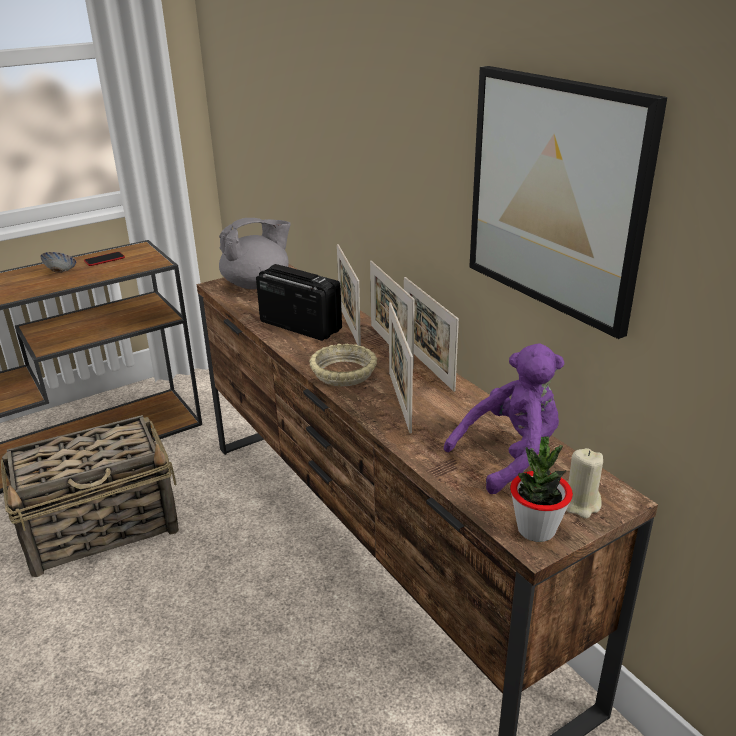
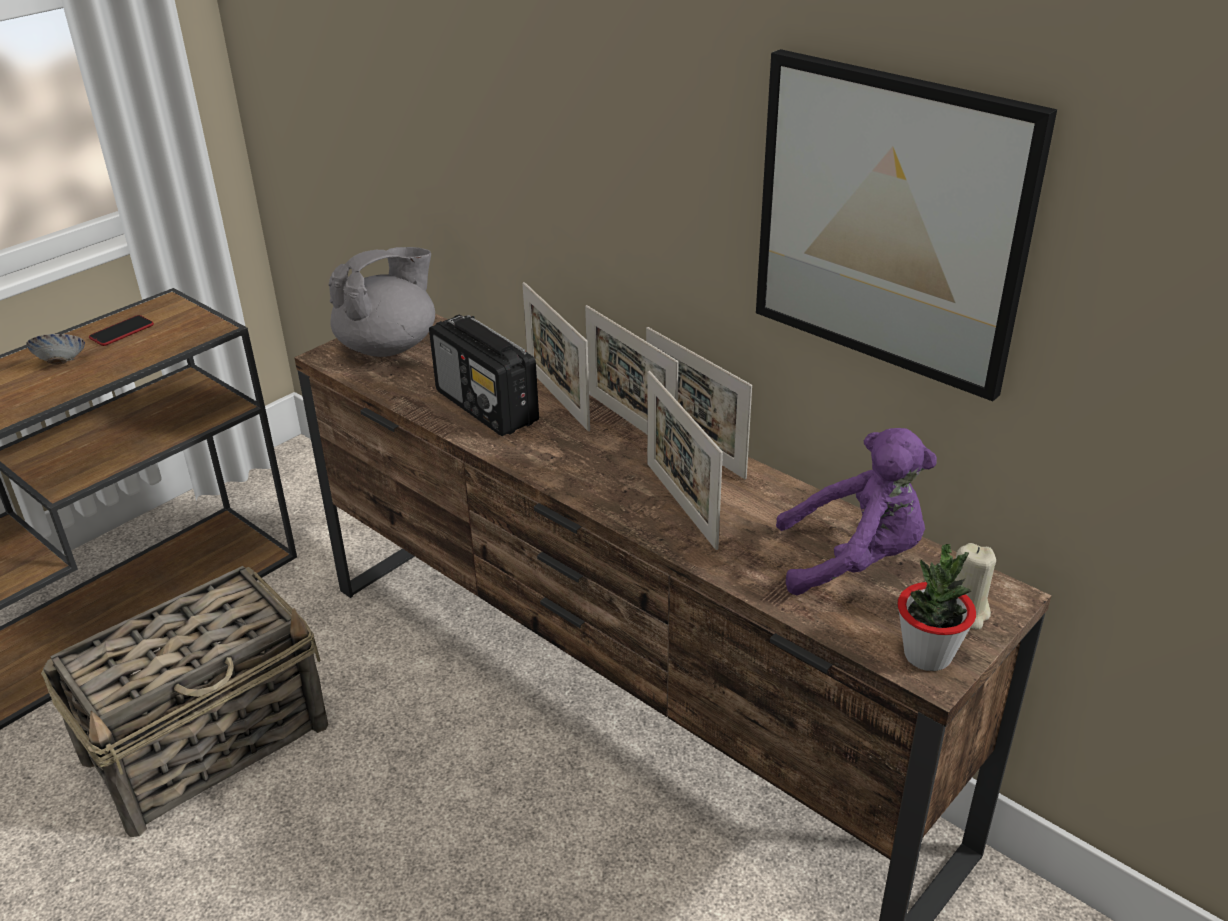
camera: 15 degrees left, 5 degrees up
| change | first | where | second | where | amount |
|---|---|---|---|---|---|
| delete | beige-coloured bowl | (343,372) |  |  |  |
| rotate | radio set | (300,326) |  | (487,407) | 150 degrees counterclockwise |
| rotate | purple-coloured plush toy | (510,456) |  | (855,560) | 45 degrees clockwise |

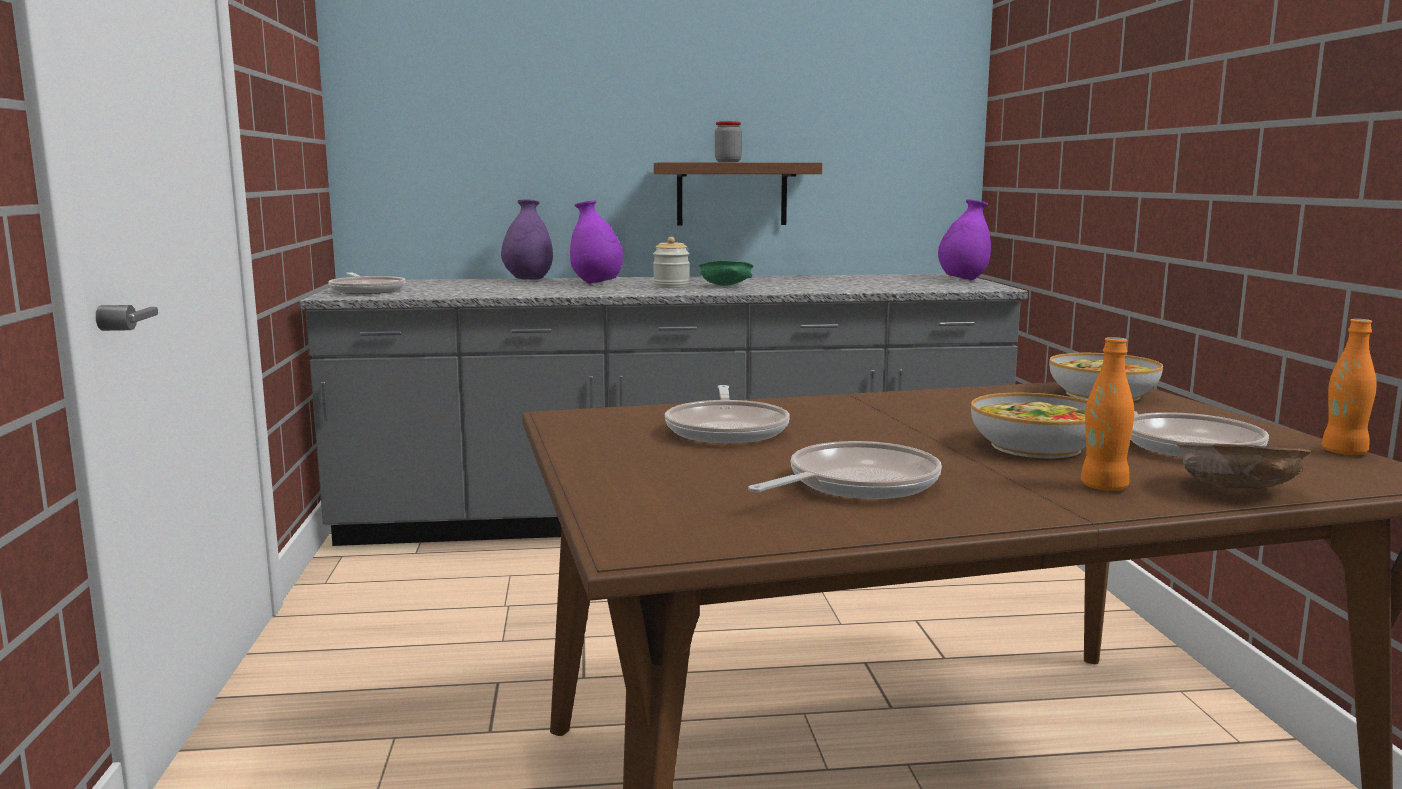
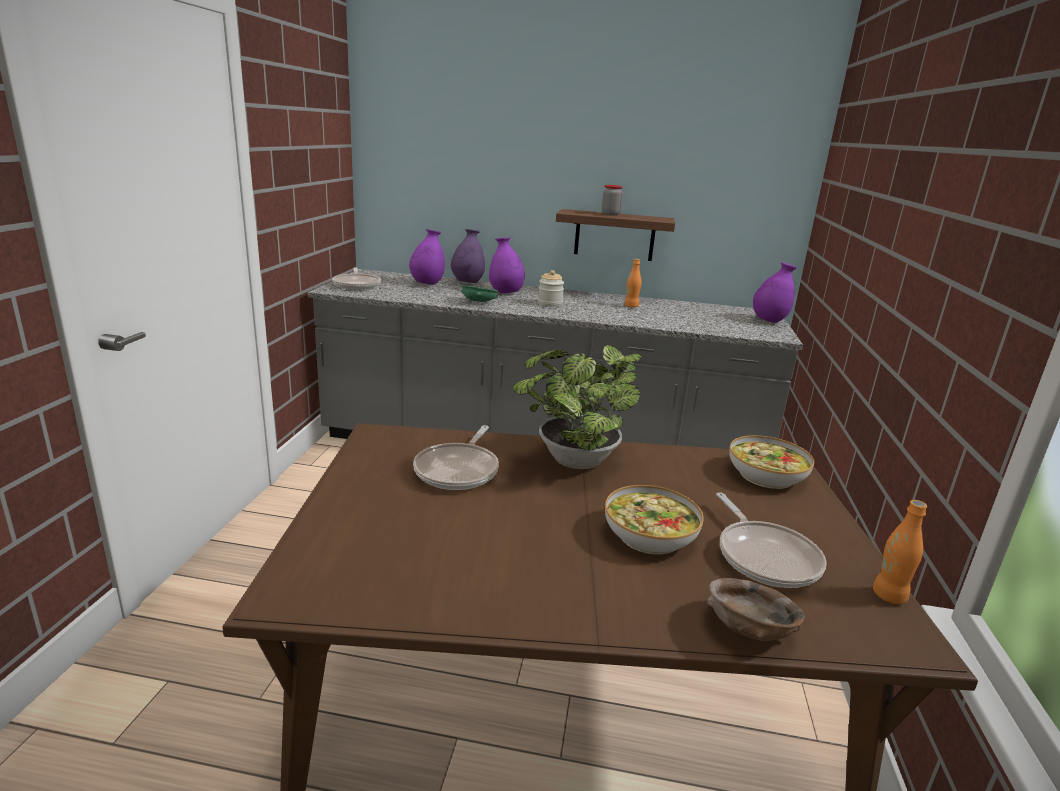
camera: 15 degrees right, 10 degrees up
| change | first | where | second | where | amount |
|---|---|---|---|---|---|
| delete | pan | (856,484) |  |  |  |
| insert |  |  | purple-coloured flower vase | (427,284) |  |
| insert |  |  | houseplant | (573,462) |  |
| move | green-coloured bowl | (726,286) |  | (479,302) |  |
| move | orange drink bottle | (1103,487) |  | (631,306) |  |

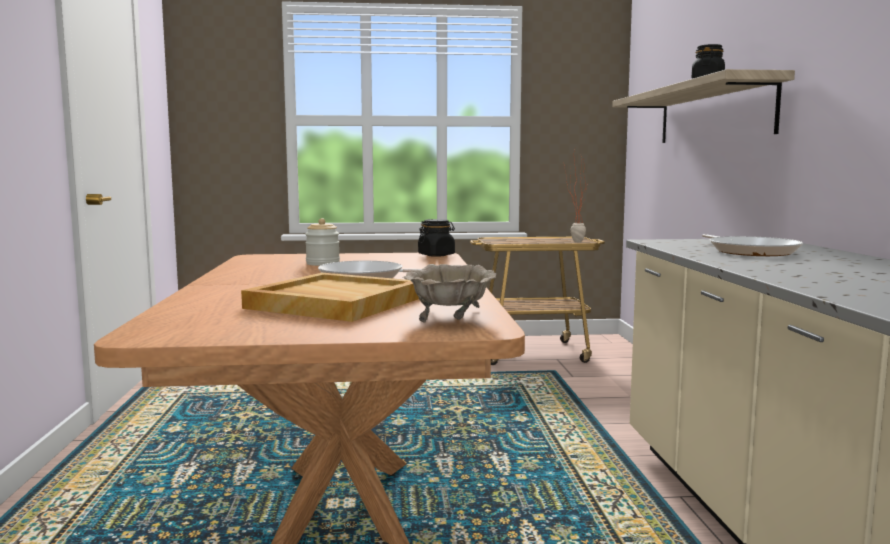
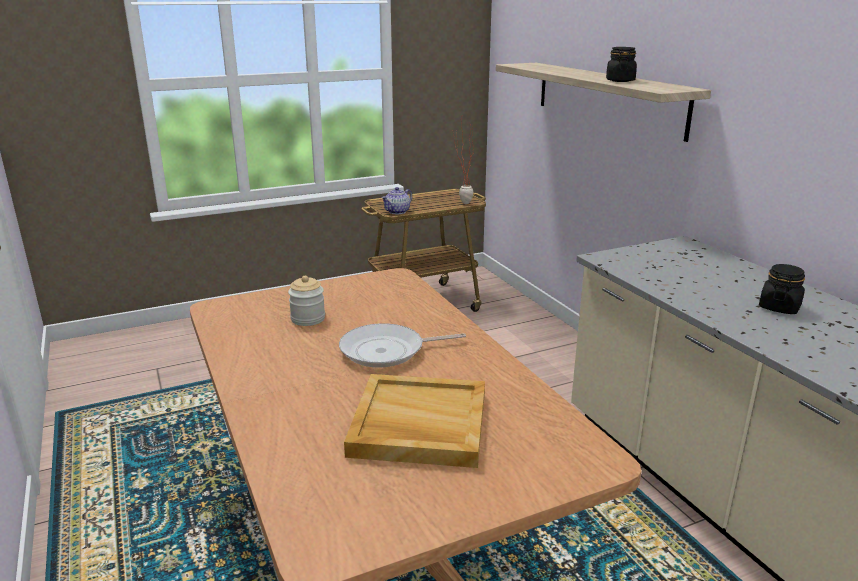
camera: 20 degrees left, 15 degrees up
| change | first | where | second | where | amount |
|---|---|---|---|---|---|
| delete | beige-coloured bowl | (450,316) |  |  |  |
| delete | pan | (750,251) |  |  |  |
| insert |  |  | teapot | (397,211) |  |
| move | black-coloured jar | (436,255) |  | (779,307) |  |

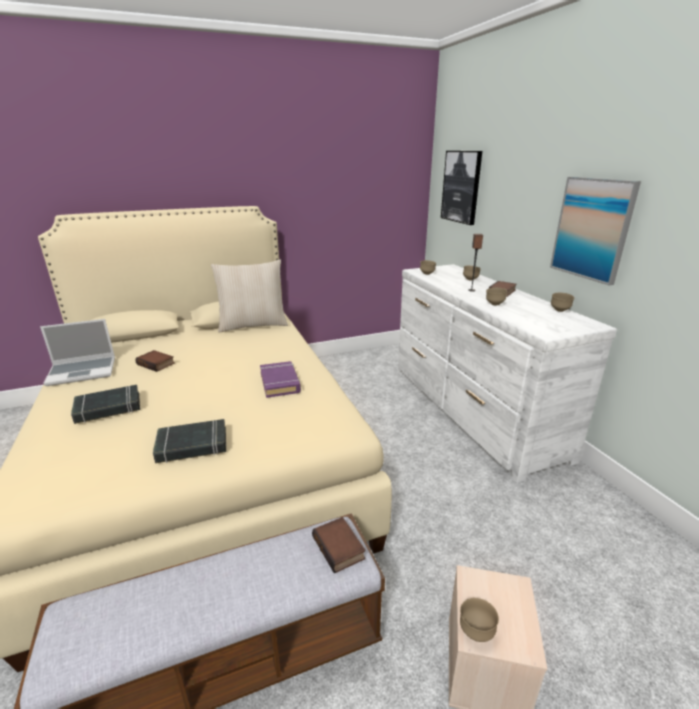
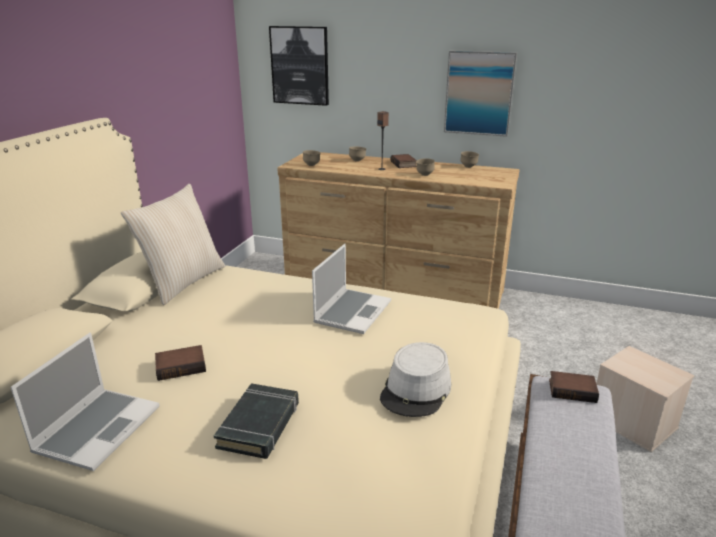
camera: 50 degrees left, 0 degrees up
| change | first | where | second | where | amount |
|---|---|---|---|---|---|
| delete | brownish bowl | (476,631) |  |  |  |
| replace | black-coloured bound book | (192,446) | greyish hat | (416,390) |  |
| replace | purple-coloured bound book | (280,382) | notebook computer | (352,312) |  |
| recolor | whitish chest of drawers | (471,409) | brownish chest of drawers | (394,288) |  |

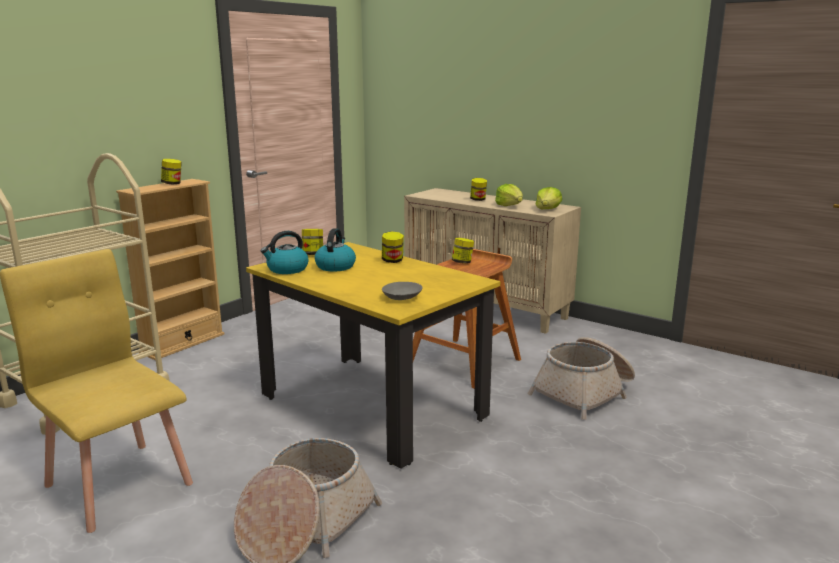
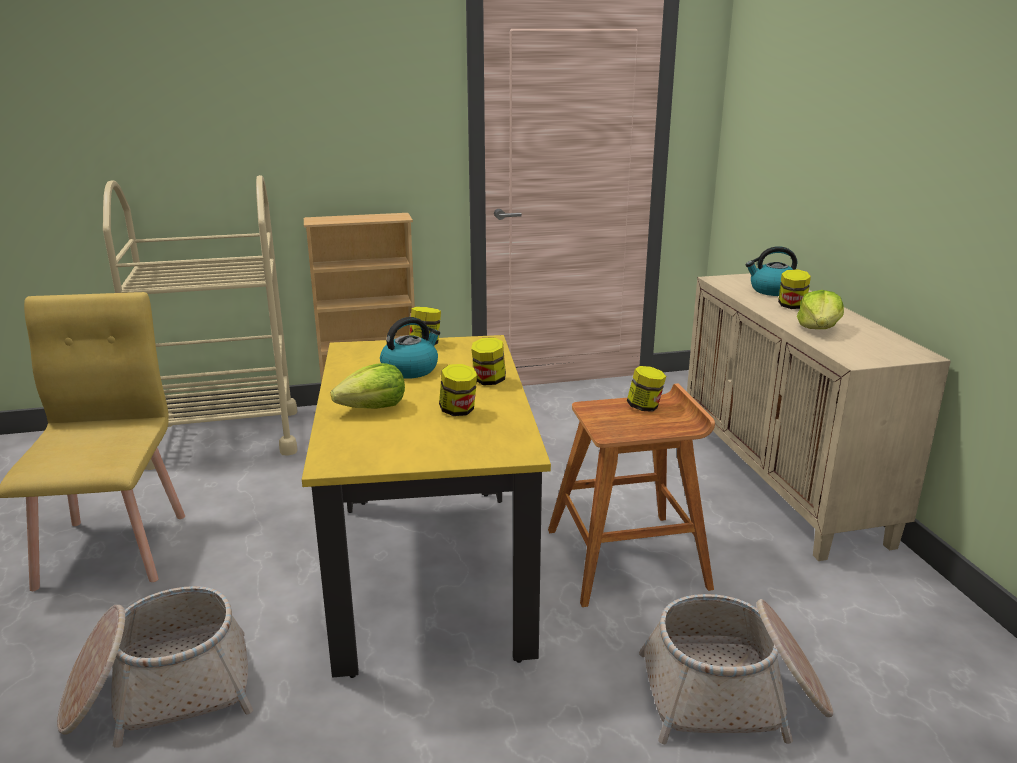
camera: 40 degrees right, 5 degrees up
| change | first | where | second | where | amount |
|---|---|---|---|---|---|
| delete | greyish bowl | (401,298) |  |  |  |
| move | jar | (172,184) |  | (458,411) |  |
| move | water kettle | (287,269) |  | (772,291) |  |
| move | head of lettuce | (547,209) |  | (373,408) |  |

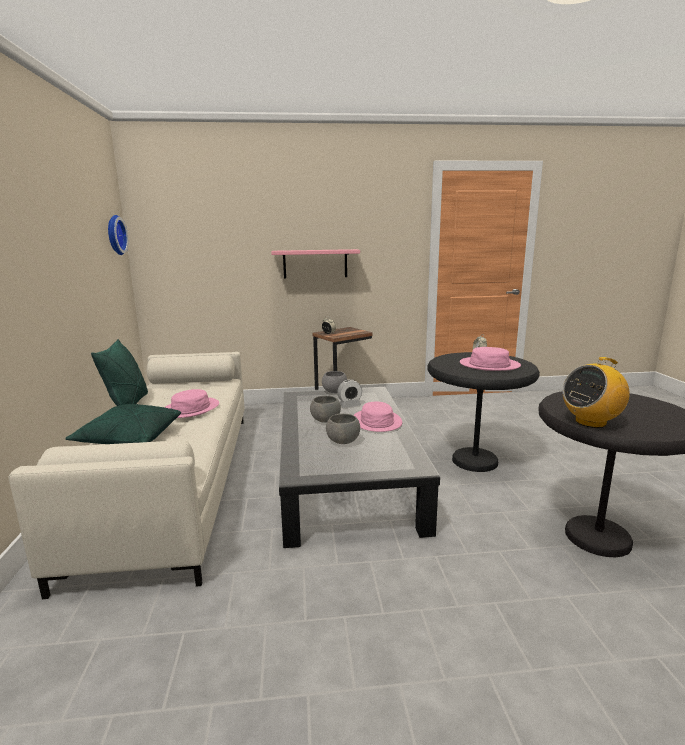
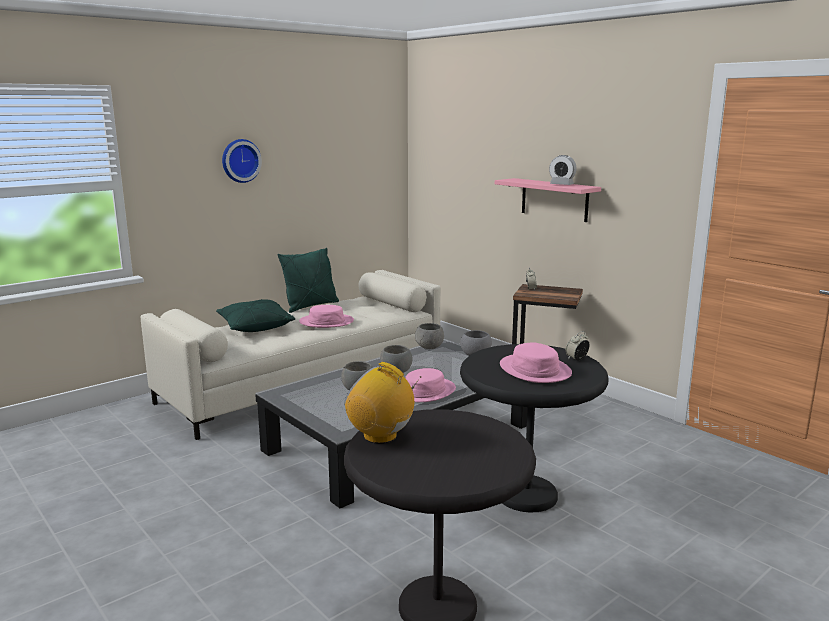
camera: 55 degrees right, 0 degrees up
| change | first | where | second | where | amount |
|---|---|---|---|---|---|
| insert |  |  | greyish bowl | (430,347) |  |
| move | wall clock | (114,235) |  | (240,160) |  |
| move | bedside clock | (349,405) |  | (561,184) |  |

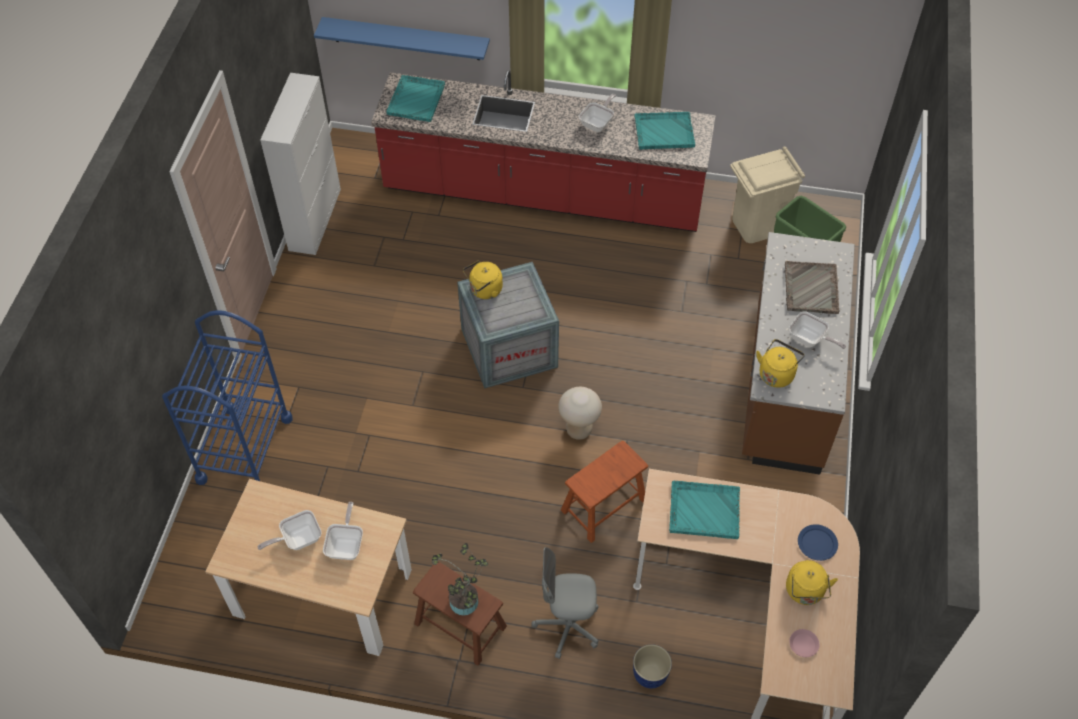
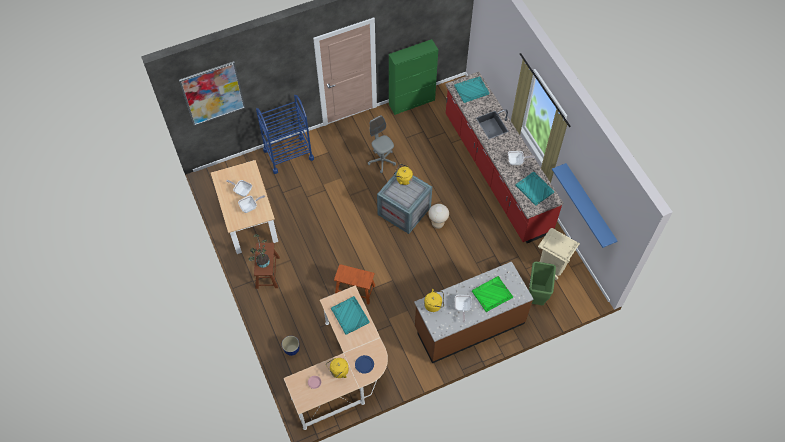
camera: 55 degrees right, 5 degrees up
| change | first | where | second | where | amount |
|---|---|---|---|---|---|
| insert |  |  | wall picture | (213,93) |  |
| move | bluish shelf | (406,38) |  | (589,205) |  |
| move | greyish computer chair | (567,626) |  | (382,161) |  |
| move | beige-coloured stool seat | (578,430) |  | (437,224) |  |
| recolor | whitish cupboard | (315,219) | green-coloured cupboard | (412,102) |  |
| recolor | greyish tray | (811,289) | green-coloured tray | (491,294) |  |

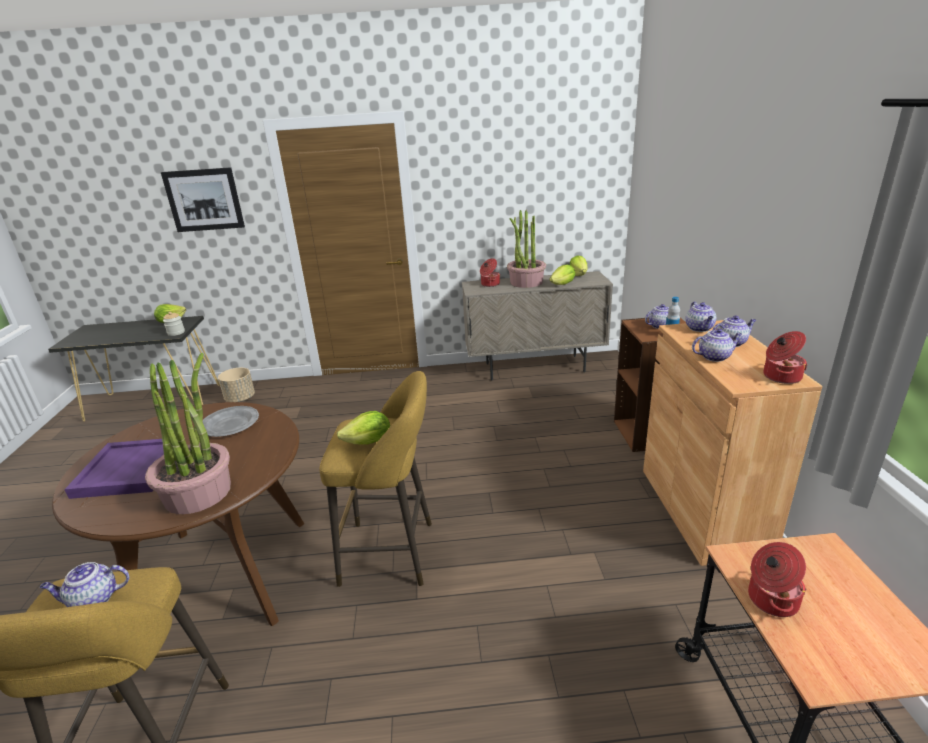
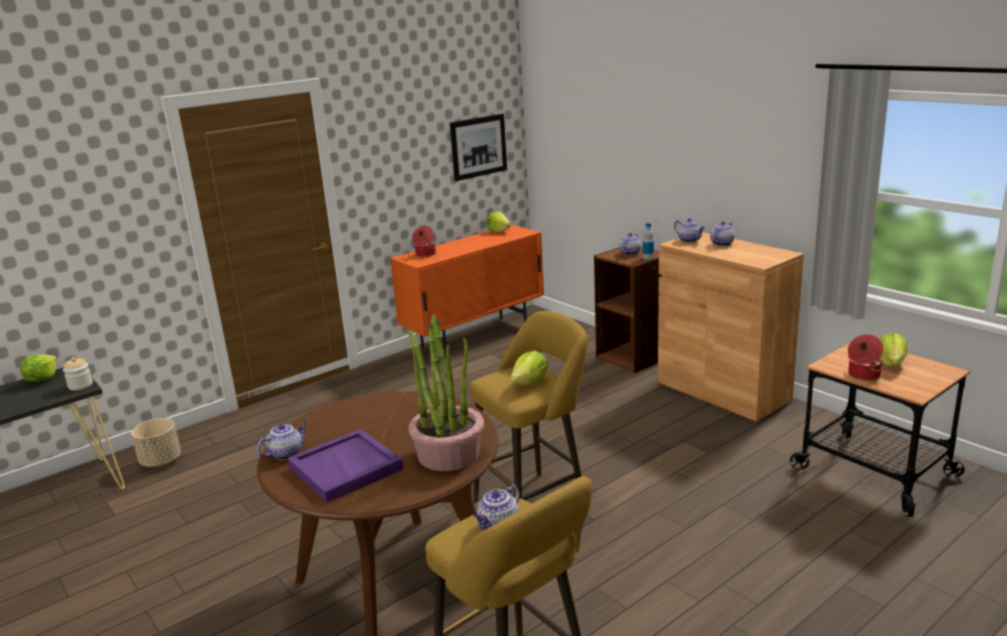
camera: 35 degrees left, 5 degrees down
| change | first | where | second | where | amount |
|---|---|---|---|---|---|
| delete | greyish dinner plate | (230,424) |  |  |  |
| delete | houseplant | (526,282) |  |  |  |
| delete | cooking pot | (780,376) |  |  |  |
| move | wall picture | (204,200) |  | (478,146) |  |
| move | head of lettuce | (563,284) |  | (891,363) |  |
| move | teapot | (714,357) |  | (286,453) |  |
| recolor | beige-coloured cupboard | (535,367) | orange cupboard | (475,337) |  |

